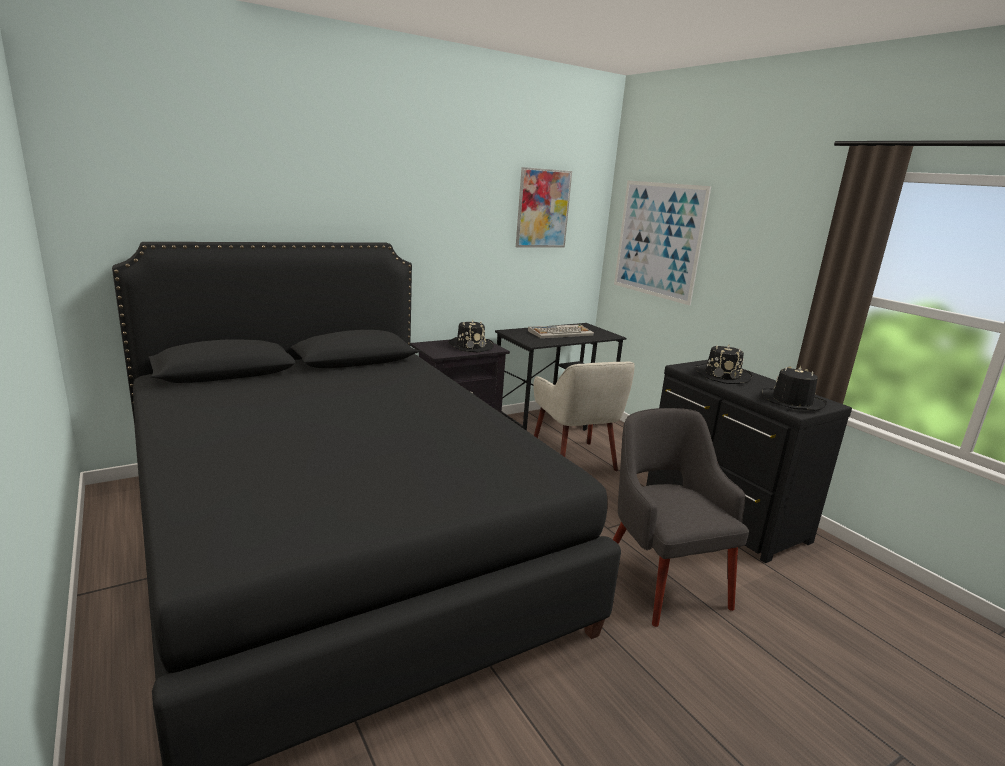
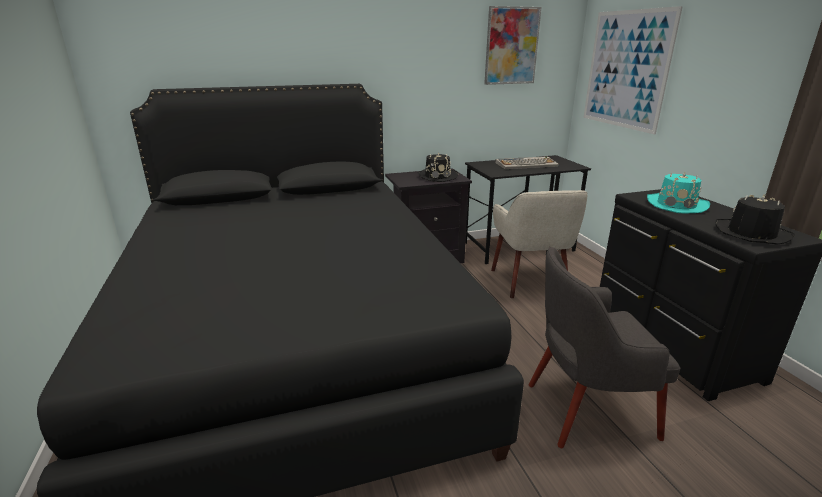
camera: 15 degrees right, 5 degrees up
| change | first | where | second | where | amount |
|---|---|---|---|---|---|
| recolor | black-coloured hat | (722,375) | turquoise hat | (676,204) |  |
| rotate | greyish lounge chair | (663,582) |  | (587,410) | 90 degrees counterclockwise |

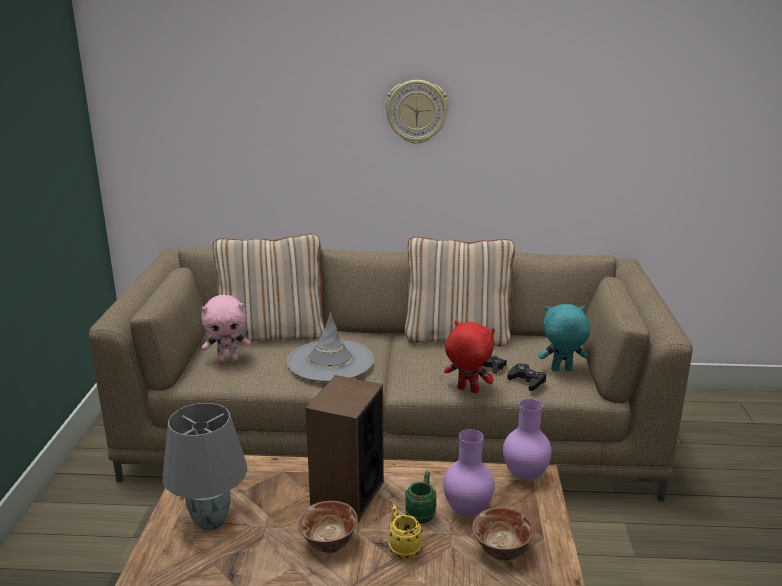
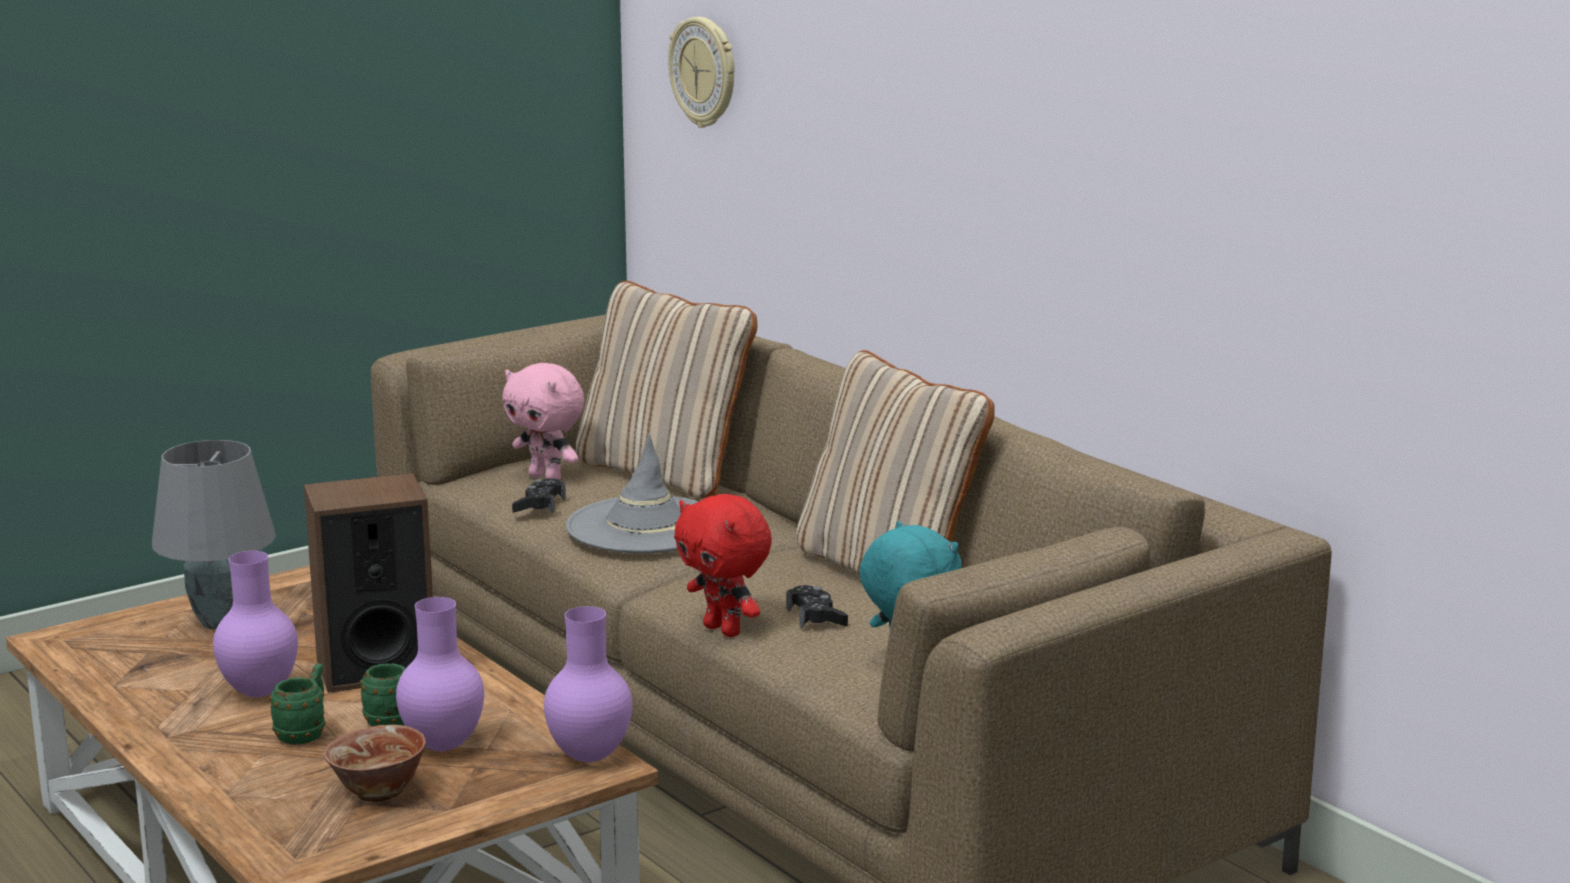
camera: 50 degrees right, 5 degrees down
| change | first | where | second | where | amount |
|---|---|---|---|---|---|
| move | wall clock | (416,111) |  | (704,72) |  |
| move | black-coloured gamepad | (527,381) |  | (539,505) |  |
| replace | bowl | (329,544) | purple-coloured flower vase | (260,693) |  |
| recolor | yellowish coffee mug | (402,548) | green-coloured coffee mug | (305,733) |  |
| rotate | red plush toy | (467,390) |  | (724,630) | 150 degrees clockwise |

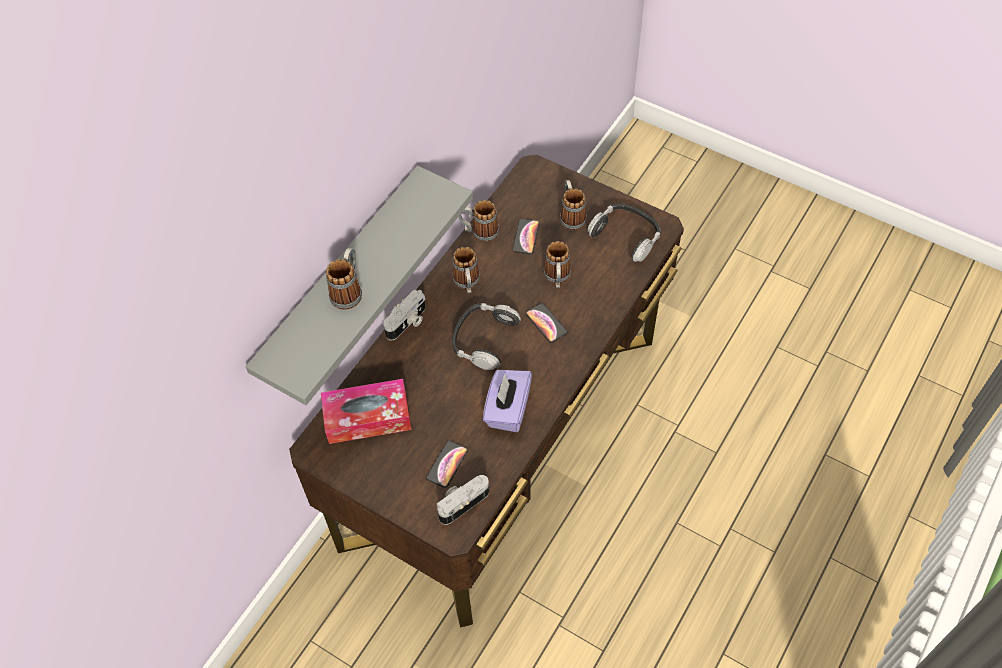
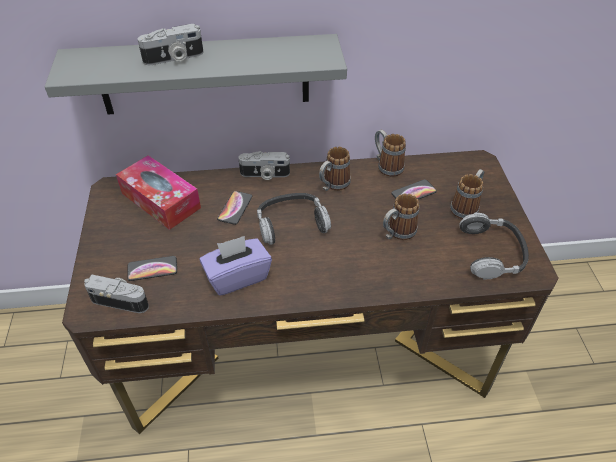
camera: 50 degrees right, 10 degrees down
| change | first | where | second | where | amount |
|---|---|---|---|---|---|
| move | telephone | (546,323) |  | (235,208) |  |
| replace | coffee mug | (348,290) | photo camera | (174,58) |  |

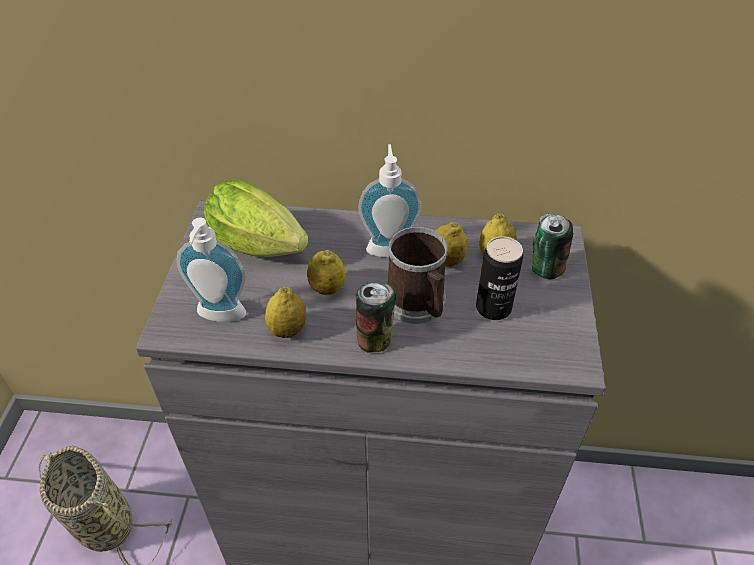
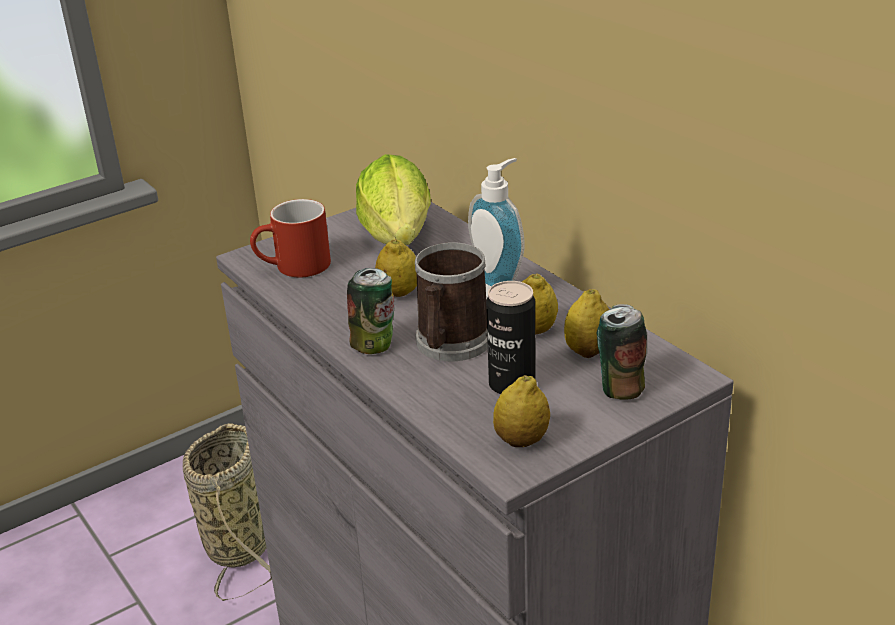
camera: 50 degrees right, 15 degrees down
| change | first | where | second | where | amount |
|---|---|---|---|---|---|
| move | lemon | (287,330) |  | (521,440) |  |
| replace | soap dispenser | (220,317) | red coffee mug | (294,268) |  |

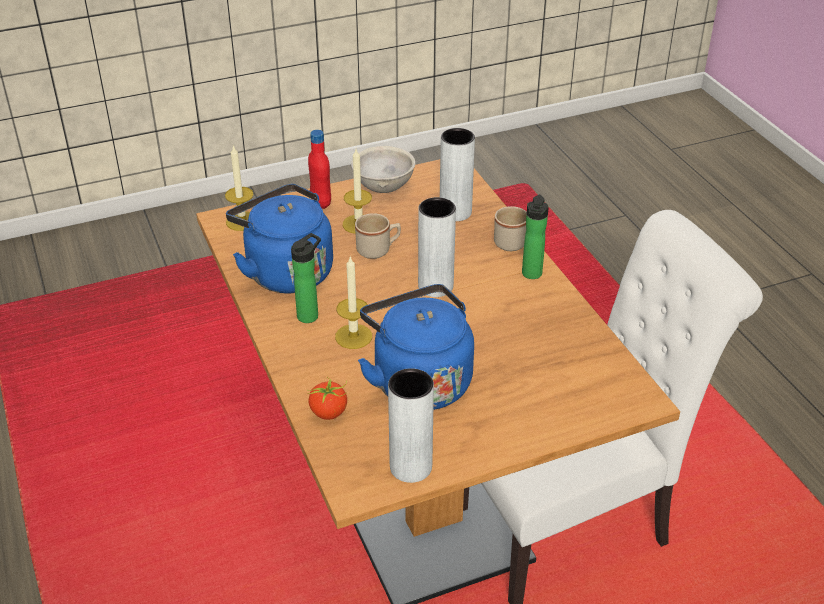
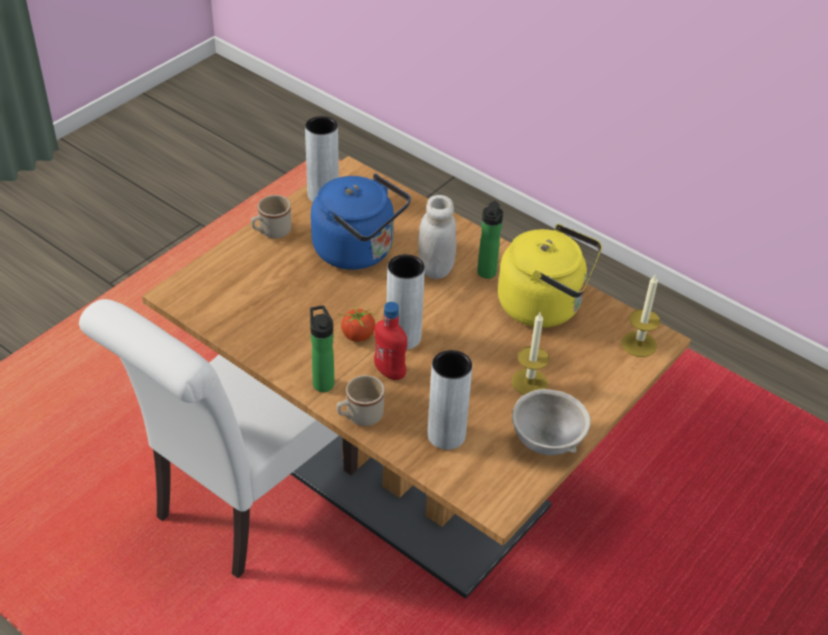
camera: 150 degrees right, 5 degrees up
| change | first | where | second | where | amount |
|---|---|---|---|---|---|
| move | whole tomato | (329,412) |  | (357,336) |  |
| move | red drink bottle | (321,202) |  | (390,372) |  |
| move | beige-coloured coffee mug | (378,250) |  | (271,232) |  |
| replace | wax light | (353,336) | whitish jar | (435,268) |  |
| recolor | bluish water kettle | (285,271) | yellowish water kettle | (545,306) |  |

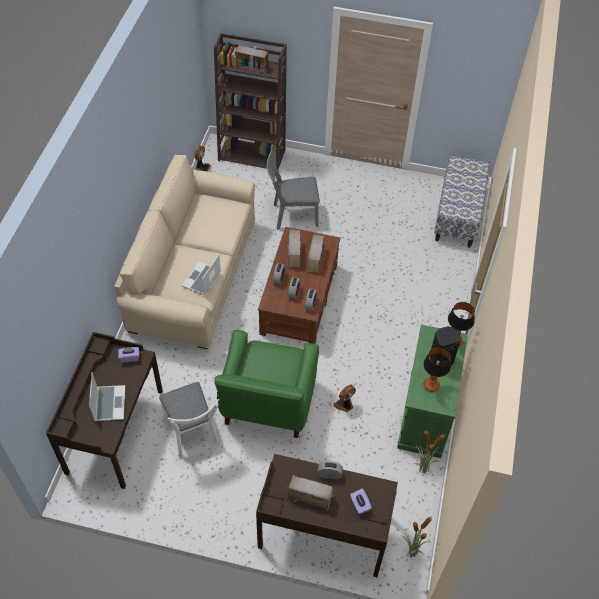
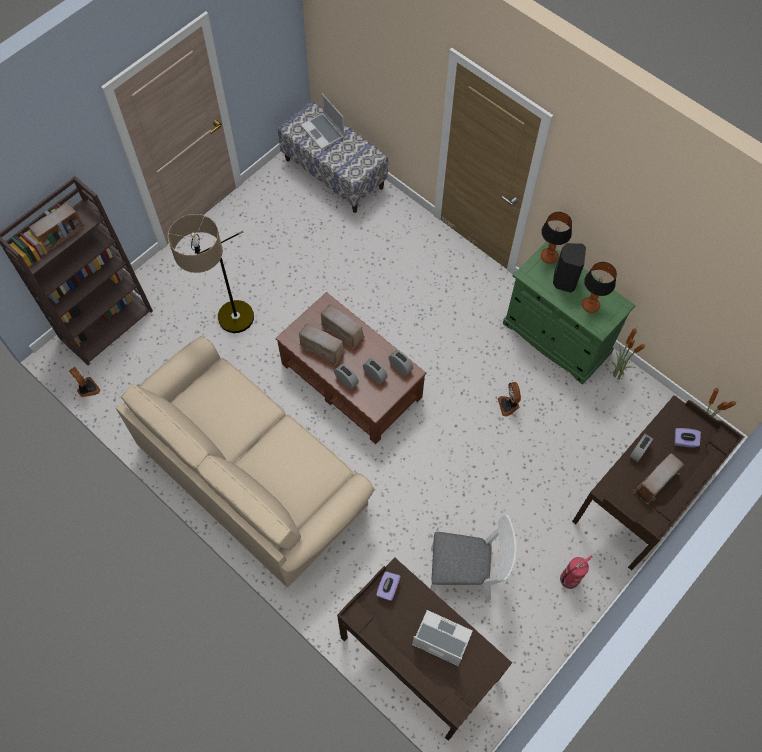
camera: 60 degrees left, 10 degrees up
| change | first | where | second | where | amount |
|---|---|---|---|---|---|
| delete | green-coloured lounge chair | (267,403) |  |  |  |
| insert |  |  | fire extinguisher | (568,580) |  |
| move | notebook computer | (202,280) |  | (323,132) |  |
| replace | greyish plain chair | (291,215) | standing lamp | (229,329) |  |

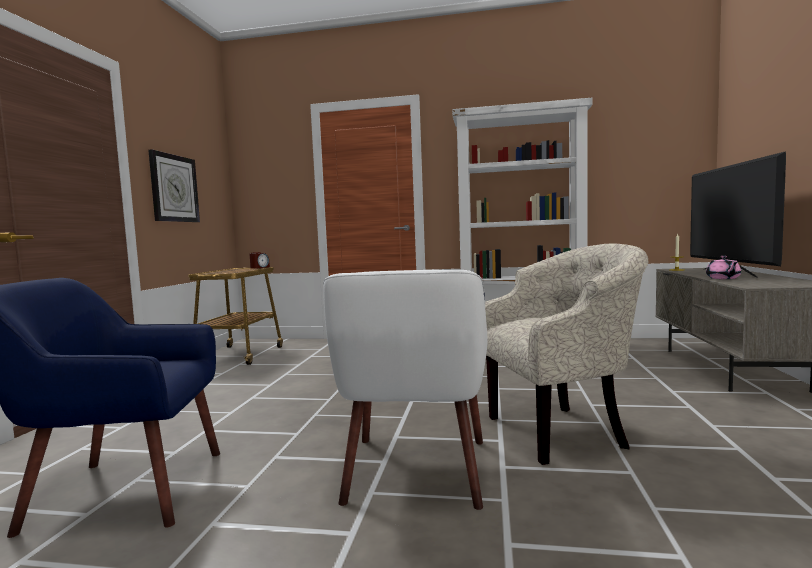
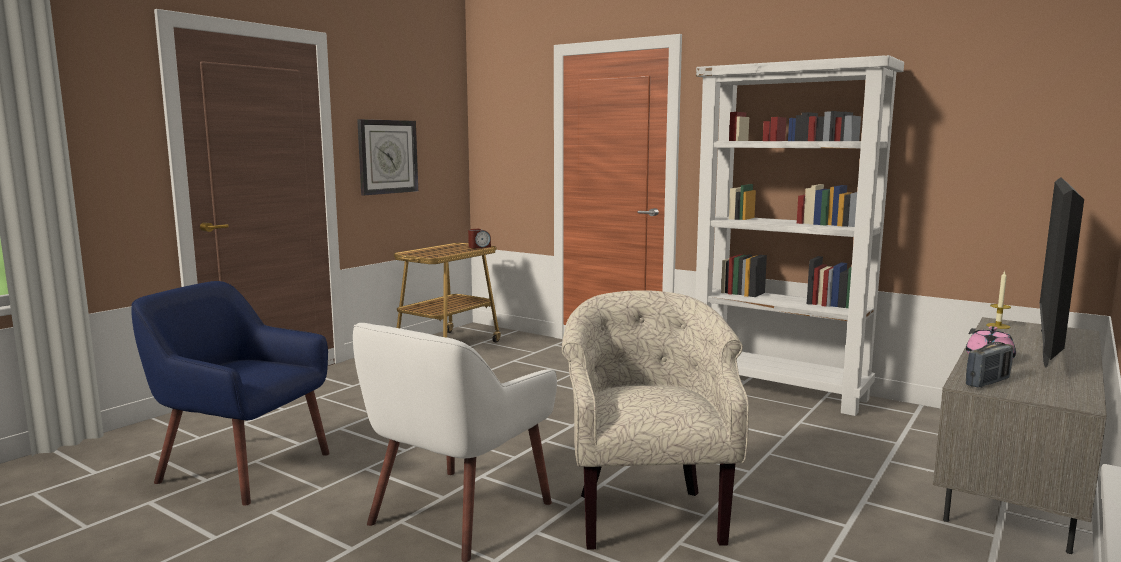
camera: 25 degrees right, 5 degrees up
| change | first | where | second | where | amount |
|---|---|---|---|---|---|
| insert |  |  | radio set | (987,382) |  |
| rotate | beige-coloured lounge chair | (562,431) |  | (646,513) | 105 degrees counterclockwise |

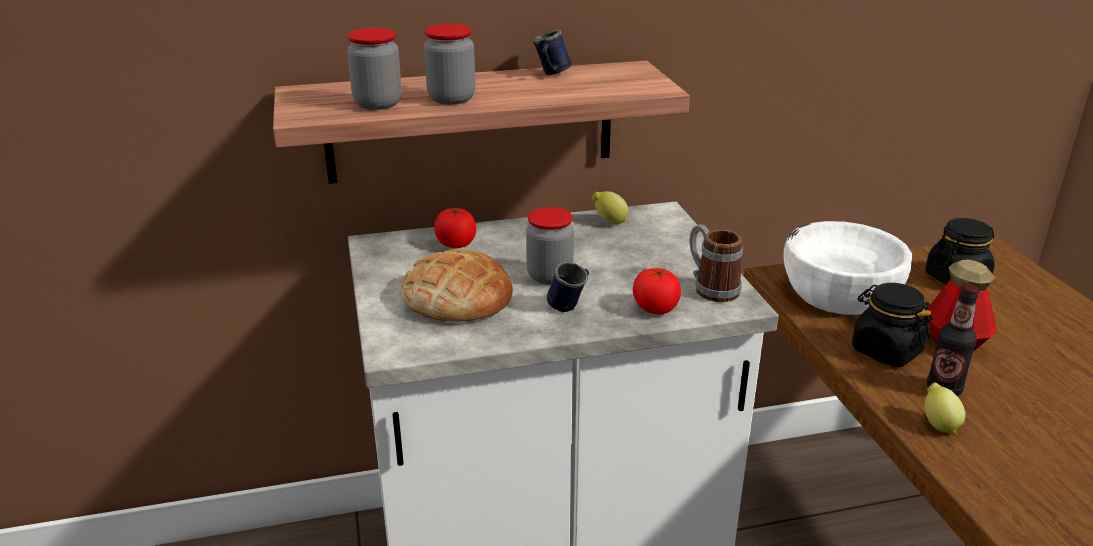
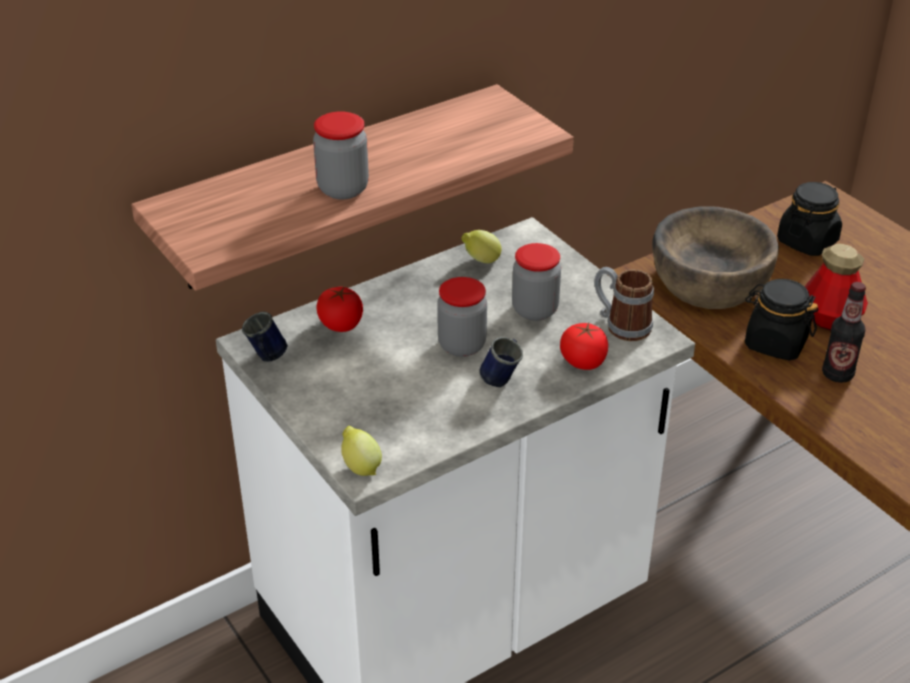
camera: 20 degrees left, 10 degrees up
| change | first | where | second | where | amount |
|---|---|---|---|---|---|
| delete | bread | (458,297) |  |  |  |
| move | jar | (377,104) |  | (535,310) |  |
| move | bluish coffee mug | (551,75) |  | (267,358) |  |
| move | lemon | (938,424) |  | (360,466) |  |
| recolor | whitish bowl | (839,292) | brownish bowl | (709,283) |  |

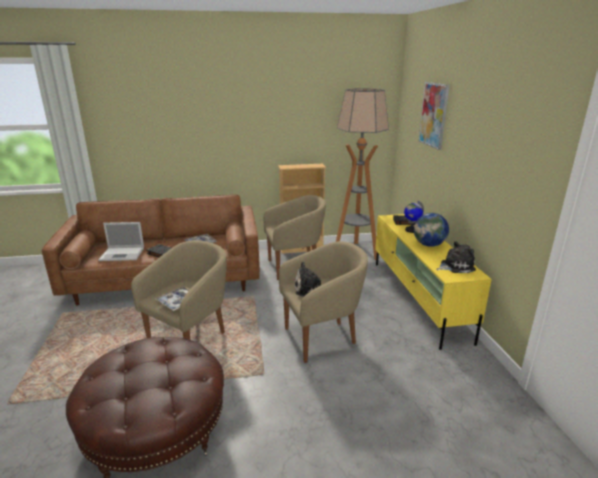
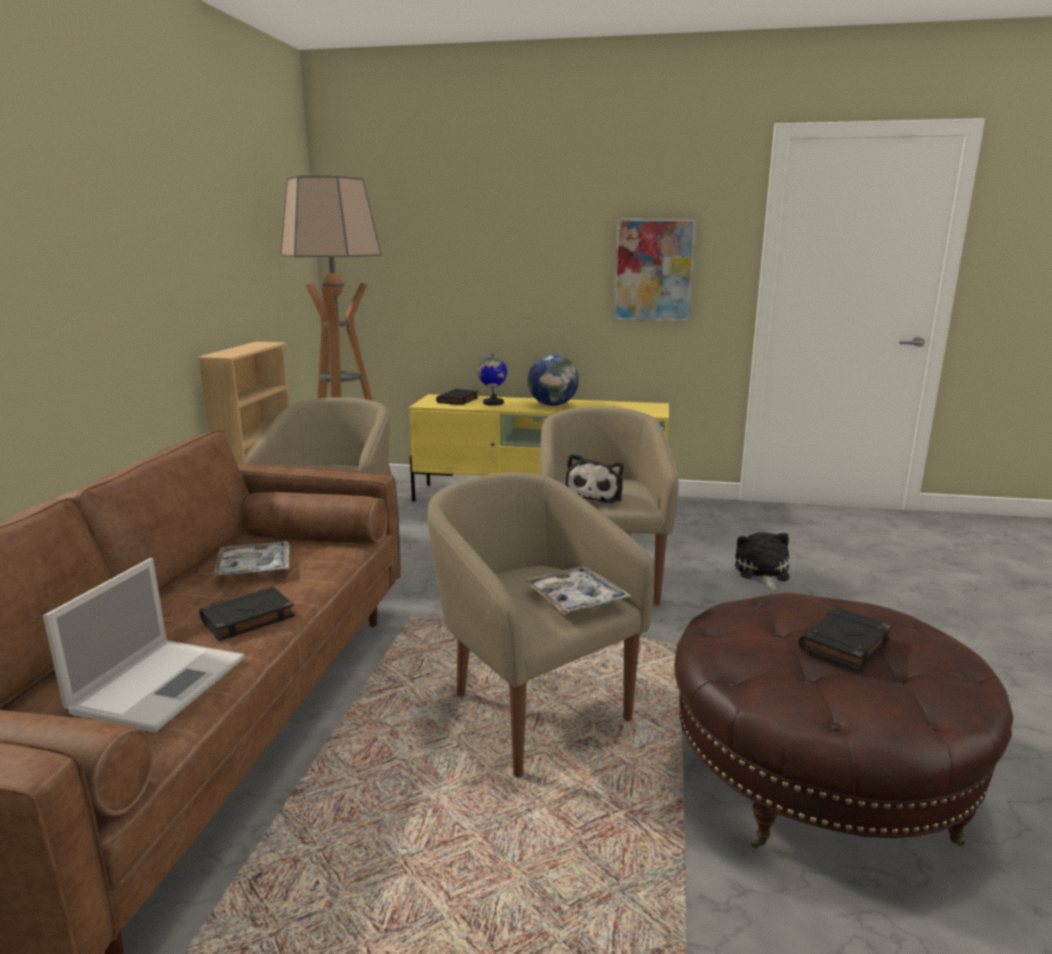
camera: 70 degrees left, 5 degrees down
| change | first | where | second | where | amount |
|---|---|---|---|---|---|
| insert |  |  | black-coloured bound book | (844,644) |  |
| move | wall picture | (434,115) |  | (653,270) |  |
| move | plush toy | (455,266) |  | (762,573) |  |

